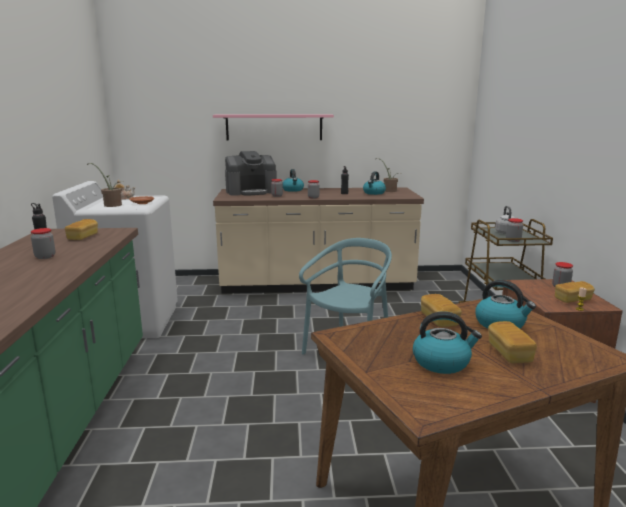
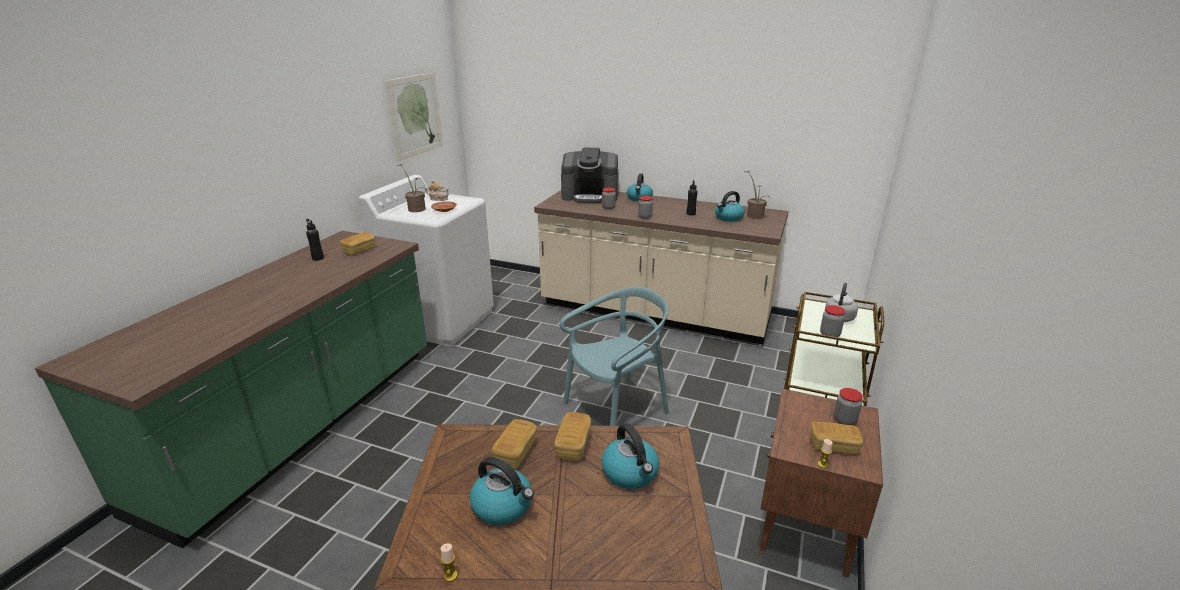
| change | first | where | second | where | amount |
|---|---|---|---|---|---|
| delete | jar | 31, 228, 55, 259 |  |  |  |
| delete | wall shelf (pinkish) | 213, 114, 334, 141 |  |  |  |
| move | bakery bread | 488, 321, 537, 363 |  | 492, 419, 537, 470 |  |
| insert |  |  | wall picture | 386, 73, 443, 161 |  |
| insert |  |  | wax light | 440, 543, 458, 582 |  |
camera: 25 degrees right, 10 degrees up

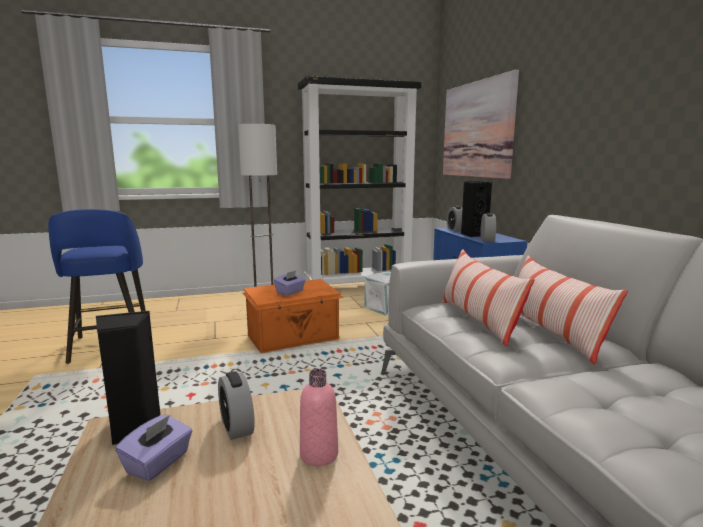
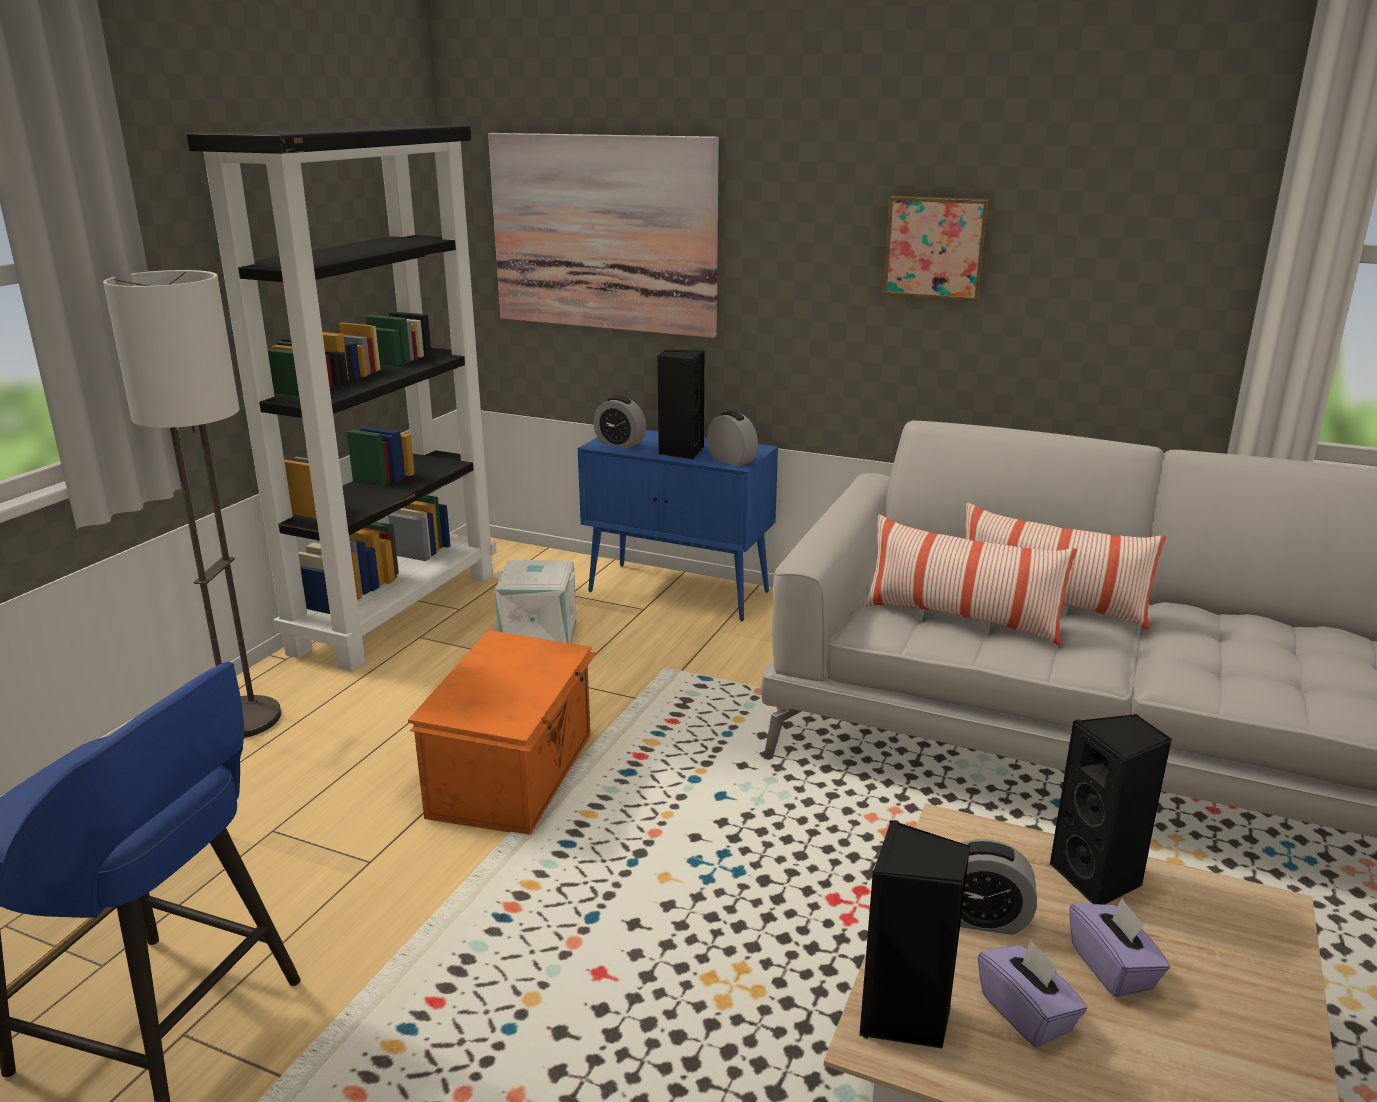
| change | first | where | second | where | amount |
|---|---|---|---|---|---|
| move | tissue holder (purple-coloured) | 274, 271, 306, 296 |  | 1069, 898, 1170, 997 |  |
| replace | drink bottle (pinkish) | 300, 369, 338, 466 | audio speaker (blackish) | 1049, 714, 1172, 904 |  |
| insert |  |  | wall picture | 883, 196, 990, 302 |  |
camera: 50 degrees left, 10 degrees up

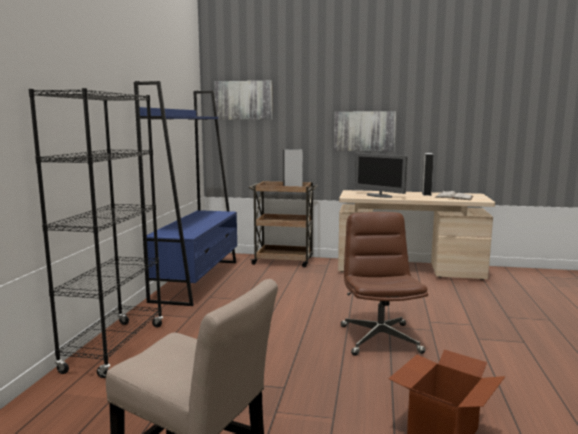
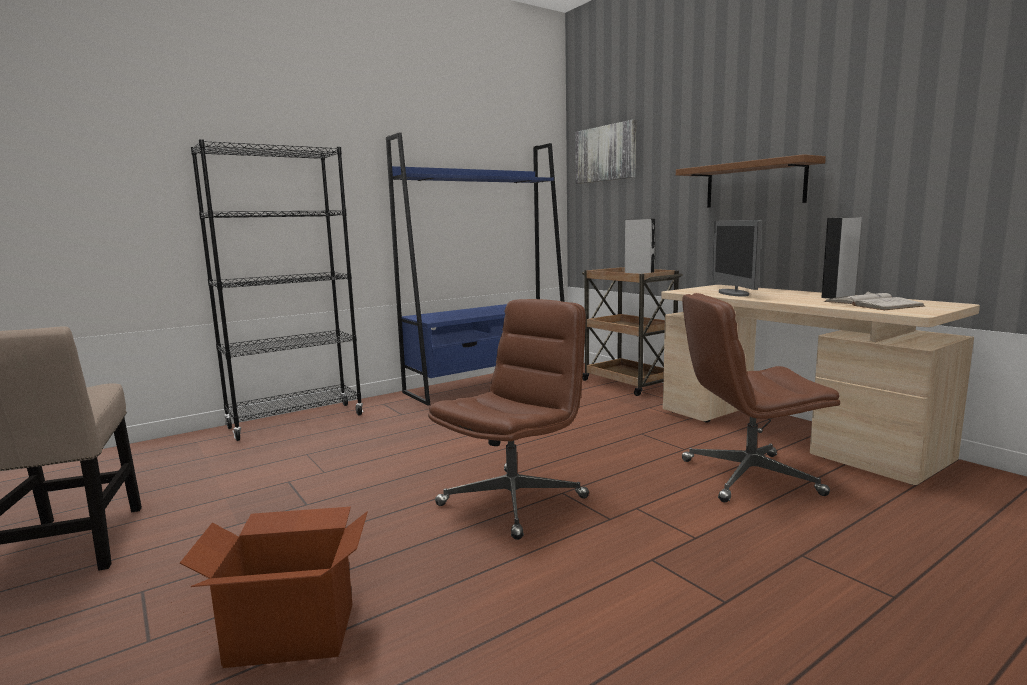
| change | first | where | second | where | amount |
|---|---|---|---|---|---|
| replace | wall picture | 334, 111, 396, 151 | wall shelf (brownish) | 676, 154, 826, 207 |  |
| insert |  |  | computer chair (brownish) | 682, 293, 840, 502 |  |
camera: 45 degrees right, 0 degrees up

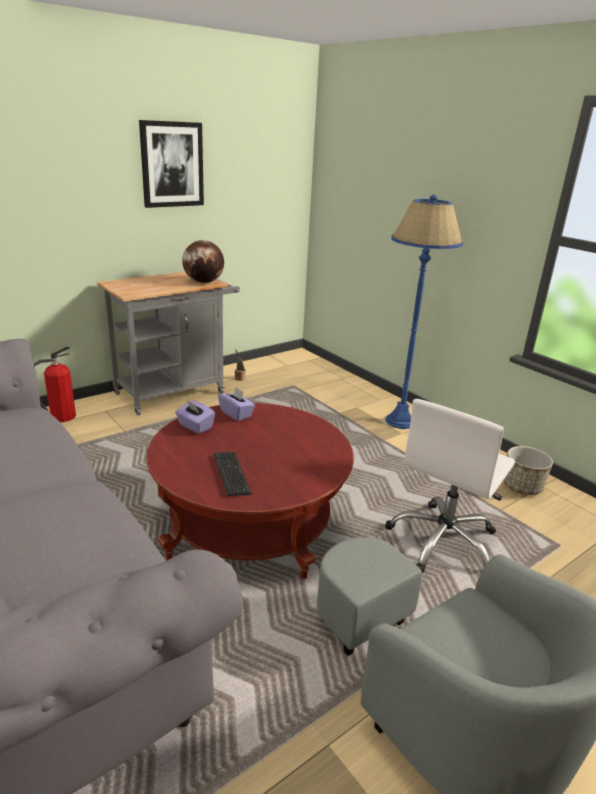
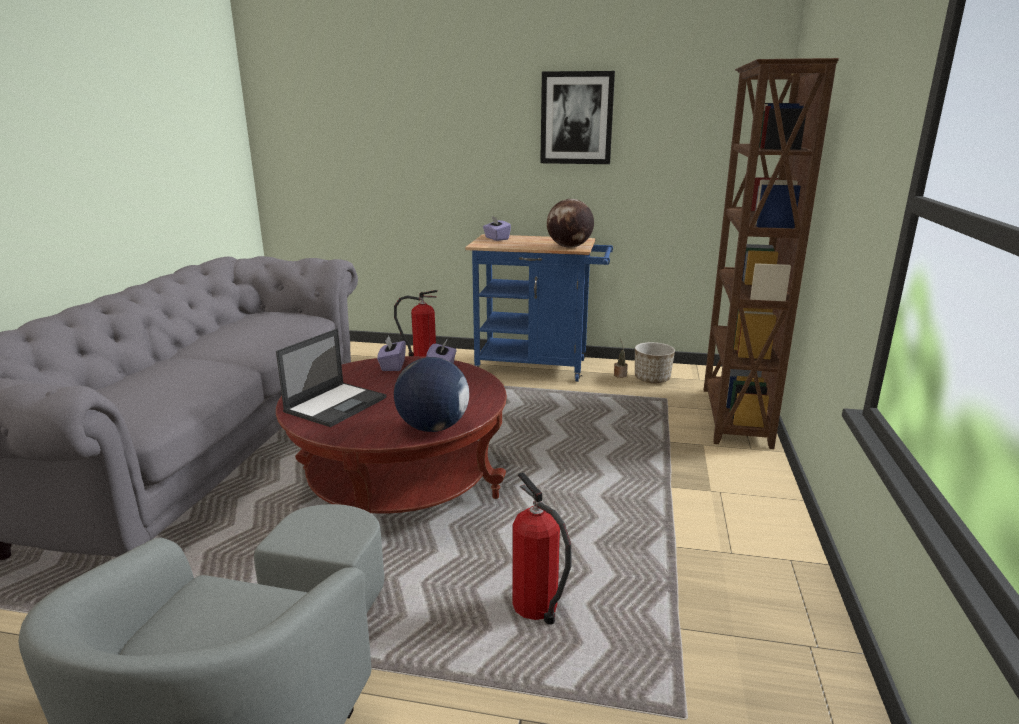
| change | first | where | second | where | amount |
|---|---|---|---|---|---|
| recolor | trolley (gray) | 97, 272, 240, 415 | trolley (blue-coloured) | 465, 234, 613, 382 |  |
| replace | PC keyboard | 214, 452, 251, 496 | laptop | 276, 328, 386, 427 |  |
| delete | floor lamp (blue-coloured) | 385, 195, 463, 429 |  |  |  |
| replace | computer chair (white-coloured) | 385, 399, 515, 574 | extinguisher | 512, 472, 571, 624 |  |
| move | flower pot | 503, 446, 553, 495 |  | 635, 342, 675, 384 |  |
| insert |  |  | desk globe | 394, 357, 469, 432 |  |
| insert |  |  | tissue holder (purple-coloured) | 483, 216, 511, 241 |  |
| insert |  |  | bookshelf (brownish) | 704, 58, 839, 449 |  |
camera: 50 degrees right, 5 degrees down

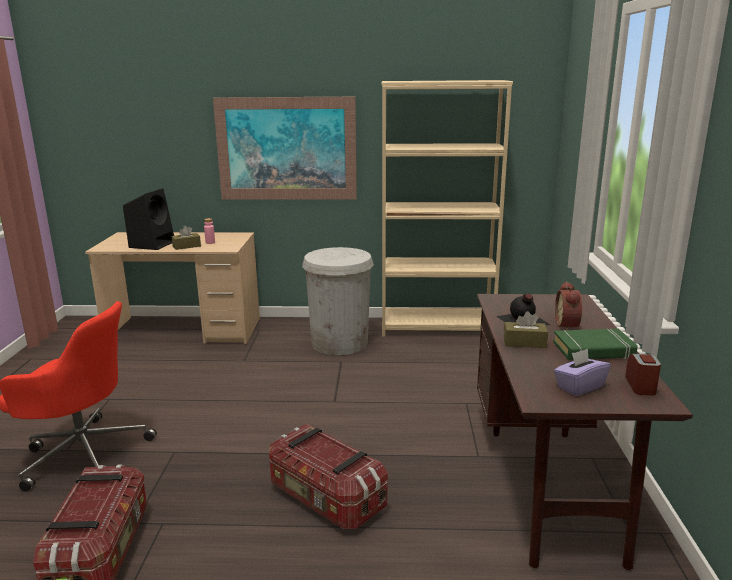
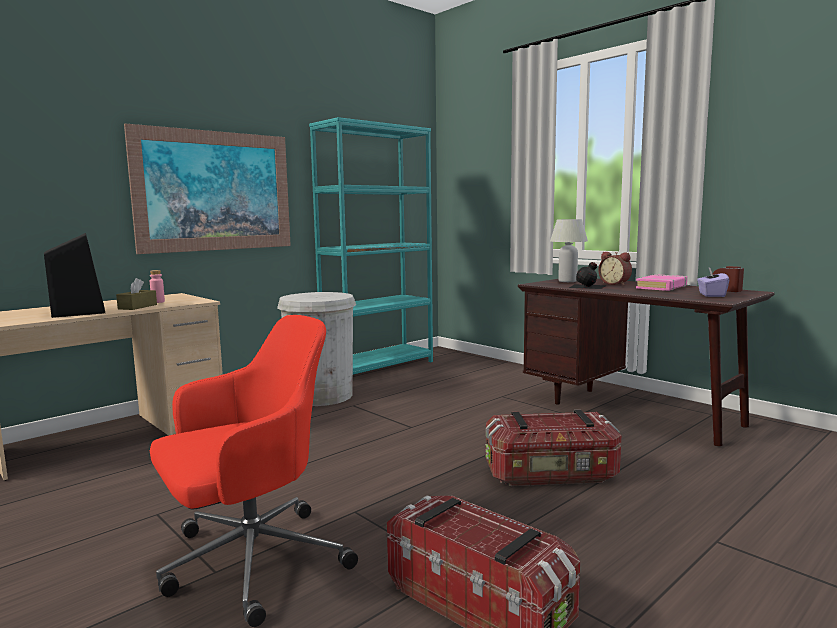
| change | first | where | second | where | amount |
|---|---|---|---|---|---|
| recolor | bookshelf (beige-coloured) | 382, 80, 513, 337 | bookshelf (turquoise) | 309, 117, 433, 375 |  |
| delete | tissue holder (brownish) | 504, 311, 548, 348 |  |  |  |
| recolor | book (green-coloured) | 553, 329, 638, 360 | book (pinkish) | 636, 274, 687, 291 |  |
| insert |  |  | lamp for a table (white-coloured) | 550, 219, 588, 282 |  |
camera: 45 degrees left, 10 degrees down

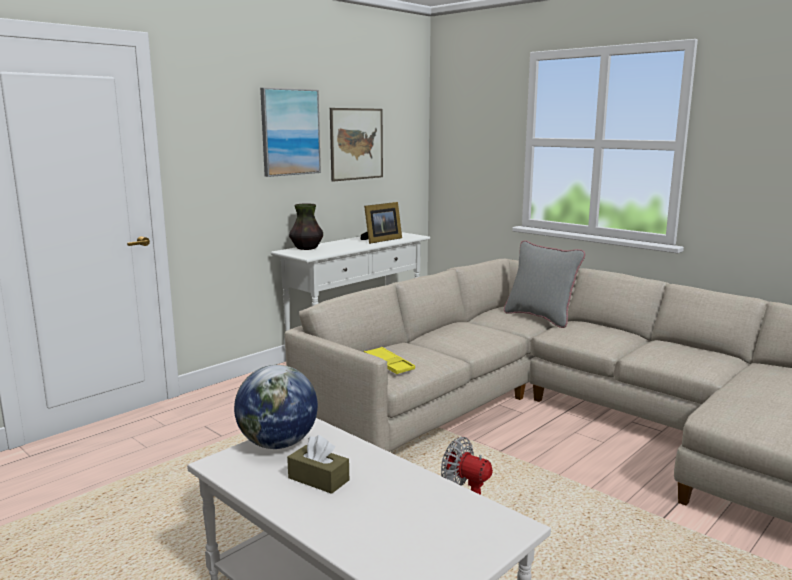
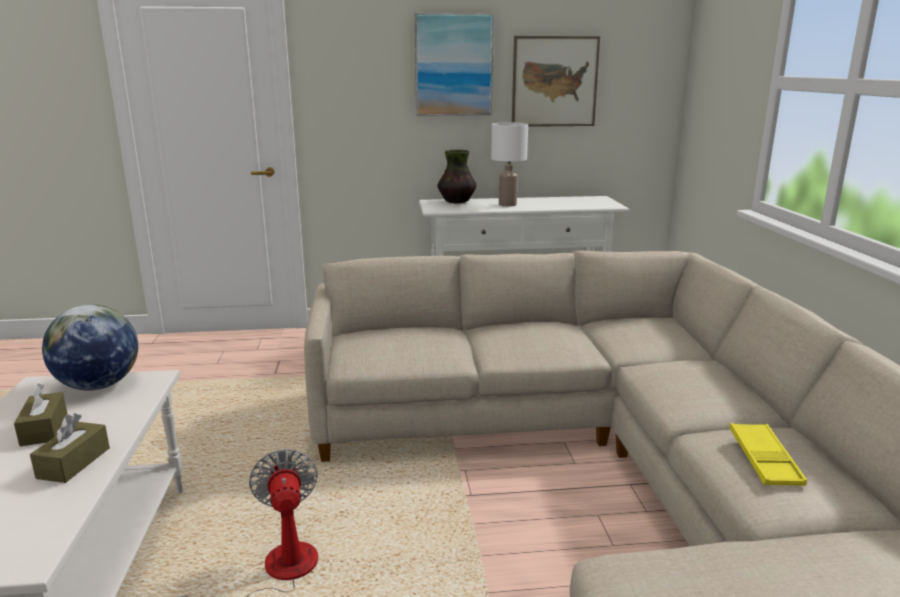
| change | first | where | second | where | amount |
|---|---|---|---|---|---|
| delete | picture frame | 360, 202, 402, 244 |  |  |  |
| move | carrying tray (yellow) | 364, 347, 415, 374 |  | 730, 423, 807, 486 |  |
| delete | pillow (gray) | 504, 240, 585, 328 |  |  |  |
| insert |  |  | tissue holder (brownish) | 30, 413, 110, 483 |  |
| insert |  |  | lamp for a table (white-coloured) | 491, 122, 528, 207 |  |
camera: 40 degrees right, 5 degrees up

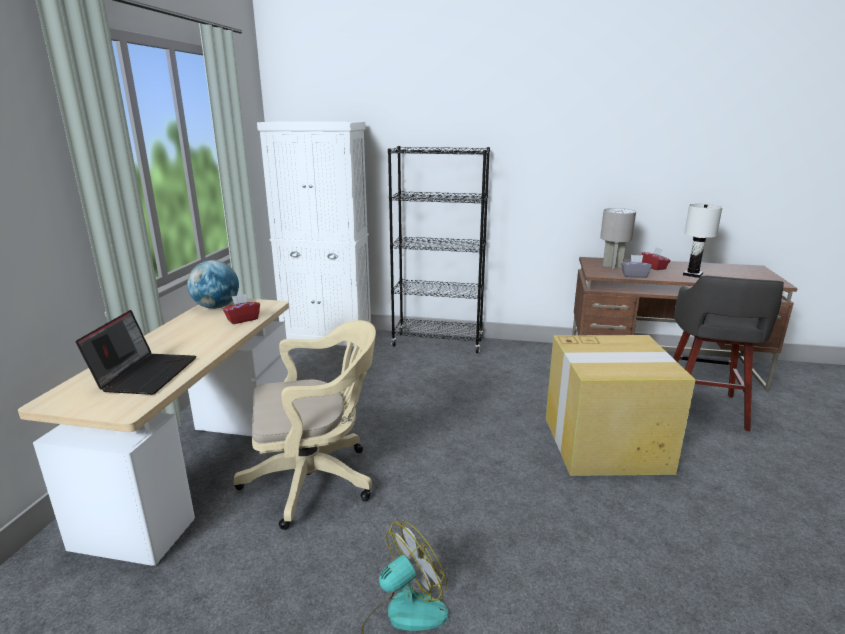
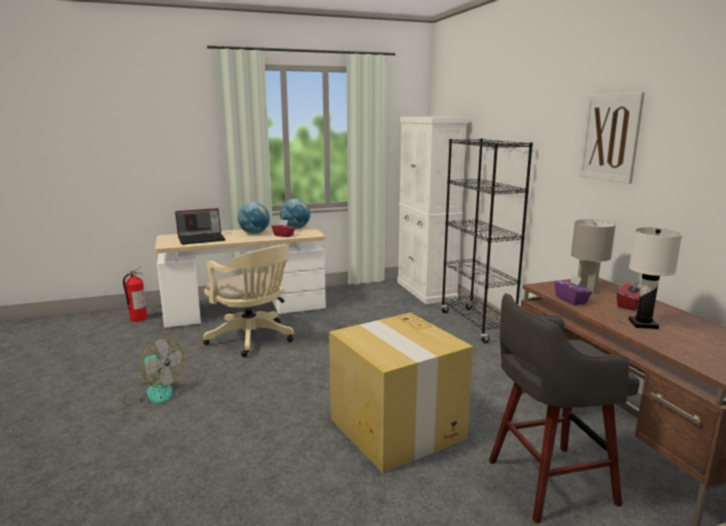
| change | first | where | second | where | amount |
|---|---|---|---|---|---|
| recolor | tissue holder (gray) | 621, 255, 652, 278 | tissue holder (purple-coloured) | 555, 275, 592, 305 |  |
| insert |  |  | extinguisher | 123, 266, 147, 322 |  |
| insert |  |  | desk globe | 238, 202, 270, 234 |  |
| insert |  |  | wall picture | 579, 92, 645, 184 |  |
camera: 60 degrees right, 5 degrees down

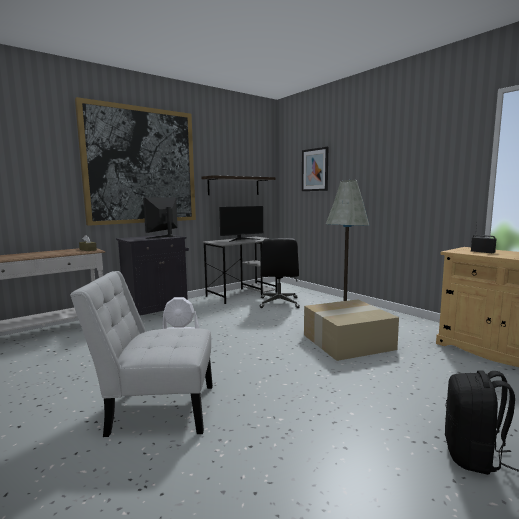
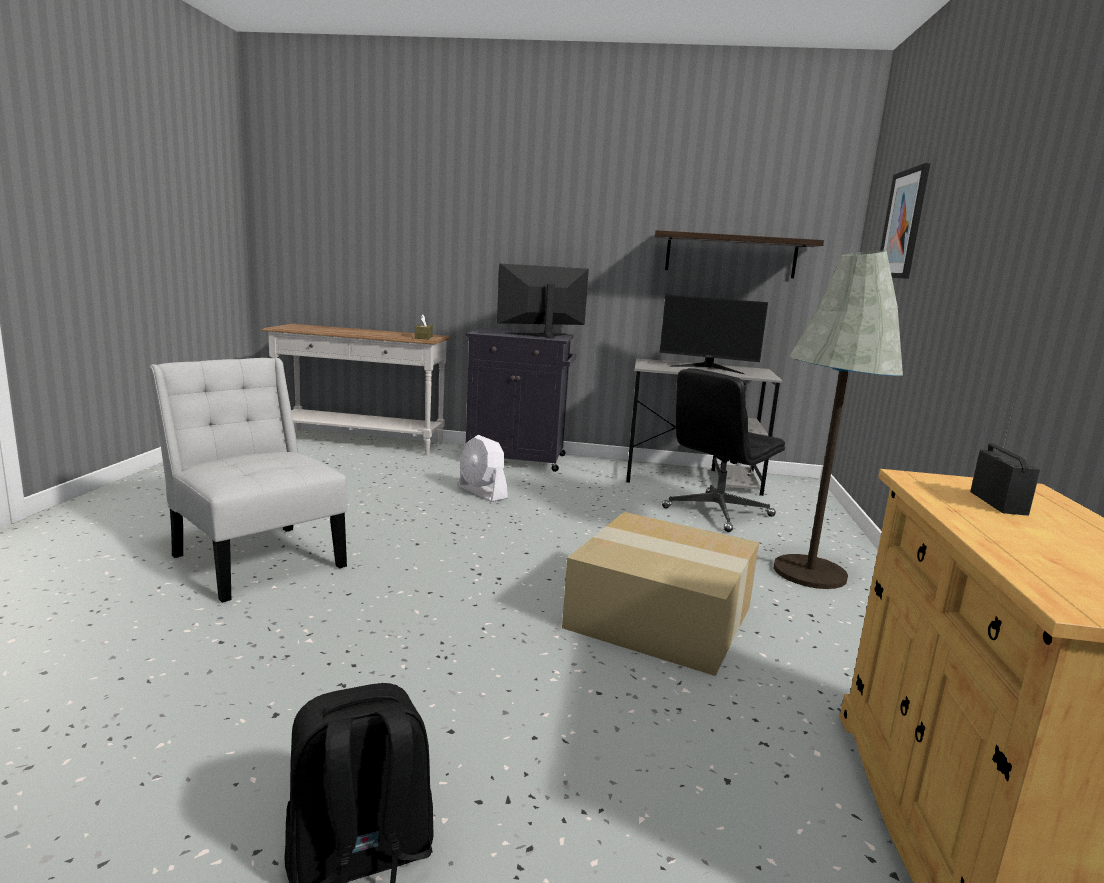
| change | first | where | second | where | amount |
|---|---|---|---|---|---|
| delete | wall picture | 75, 97, 196, 226 |  |  |  |
camera: 45 degrees right, 5 degrees up

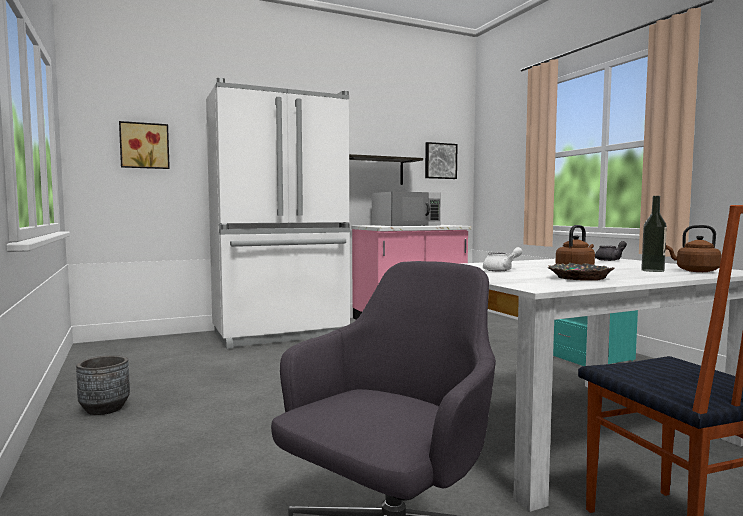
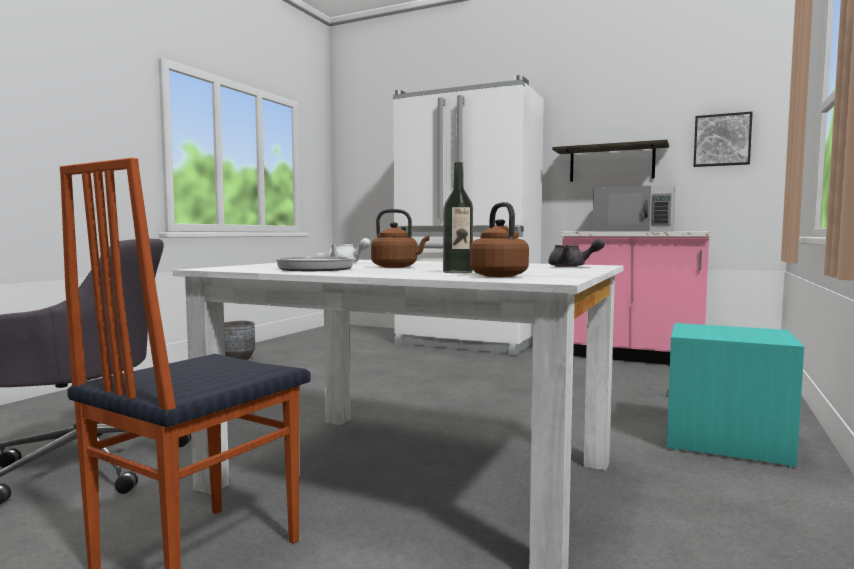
| change | first | where | second | where | amount |
|---|---|---|---|---|---|
| delete | wall picture | 119, 121, 170, 169 |  |  |  |
| replace | bowl | 548, 262, 614, 281 | skillet | 276, 253, 354, 271 |  |
camera: 50 degrees right, 0 degrees up

